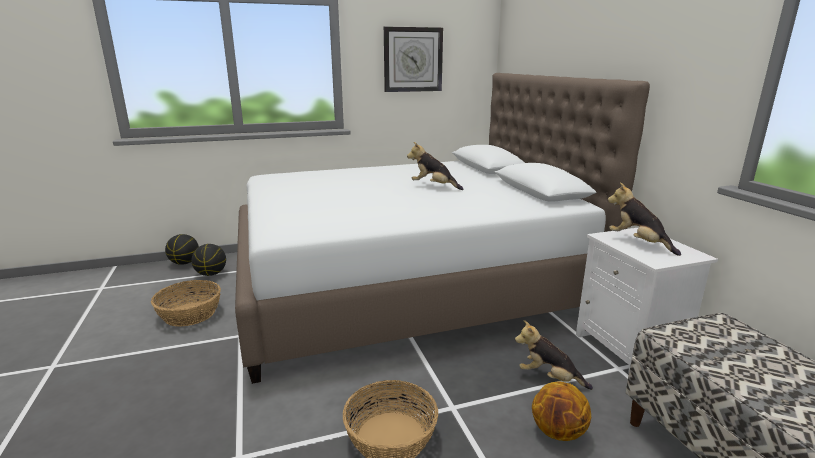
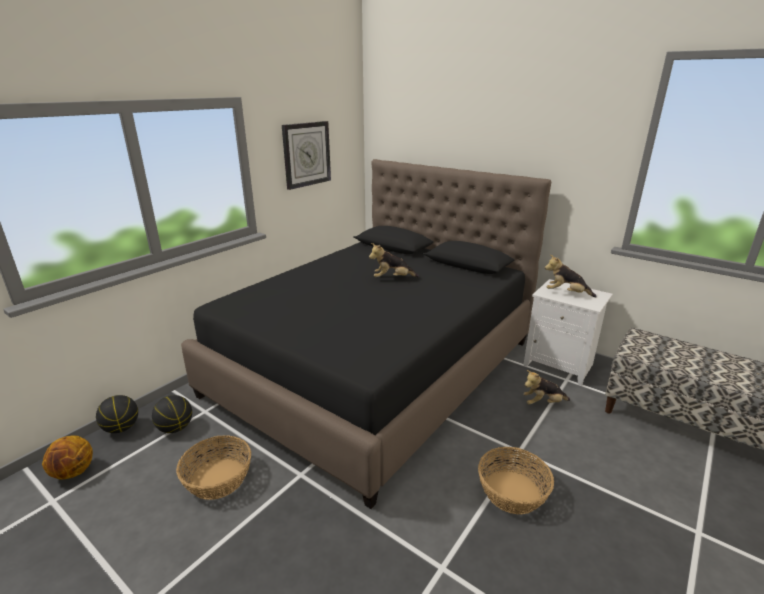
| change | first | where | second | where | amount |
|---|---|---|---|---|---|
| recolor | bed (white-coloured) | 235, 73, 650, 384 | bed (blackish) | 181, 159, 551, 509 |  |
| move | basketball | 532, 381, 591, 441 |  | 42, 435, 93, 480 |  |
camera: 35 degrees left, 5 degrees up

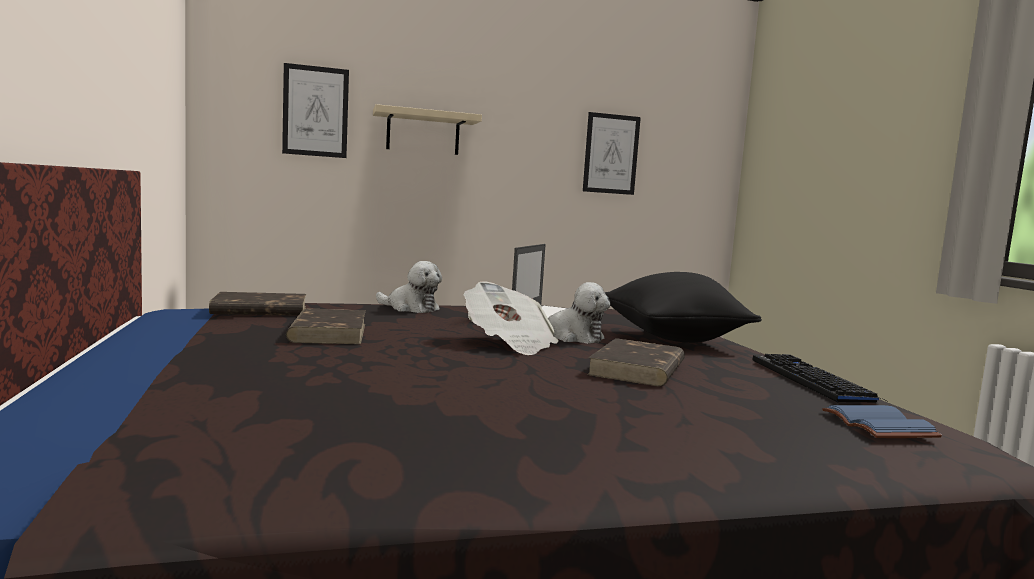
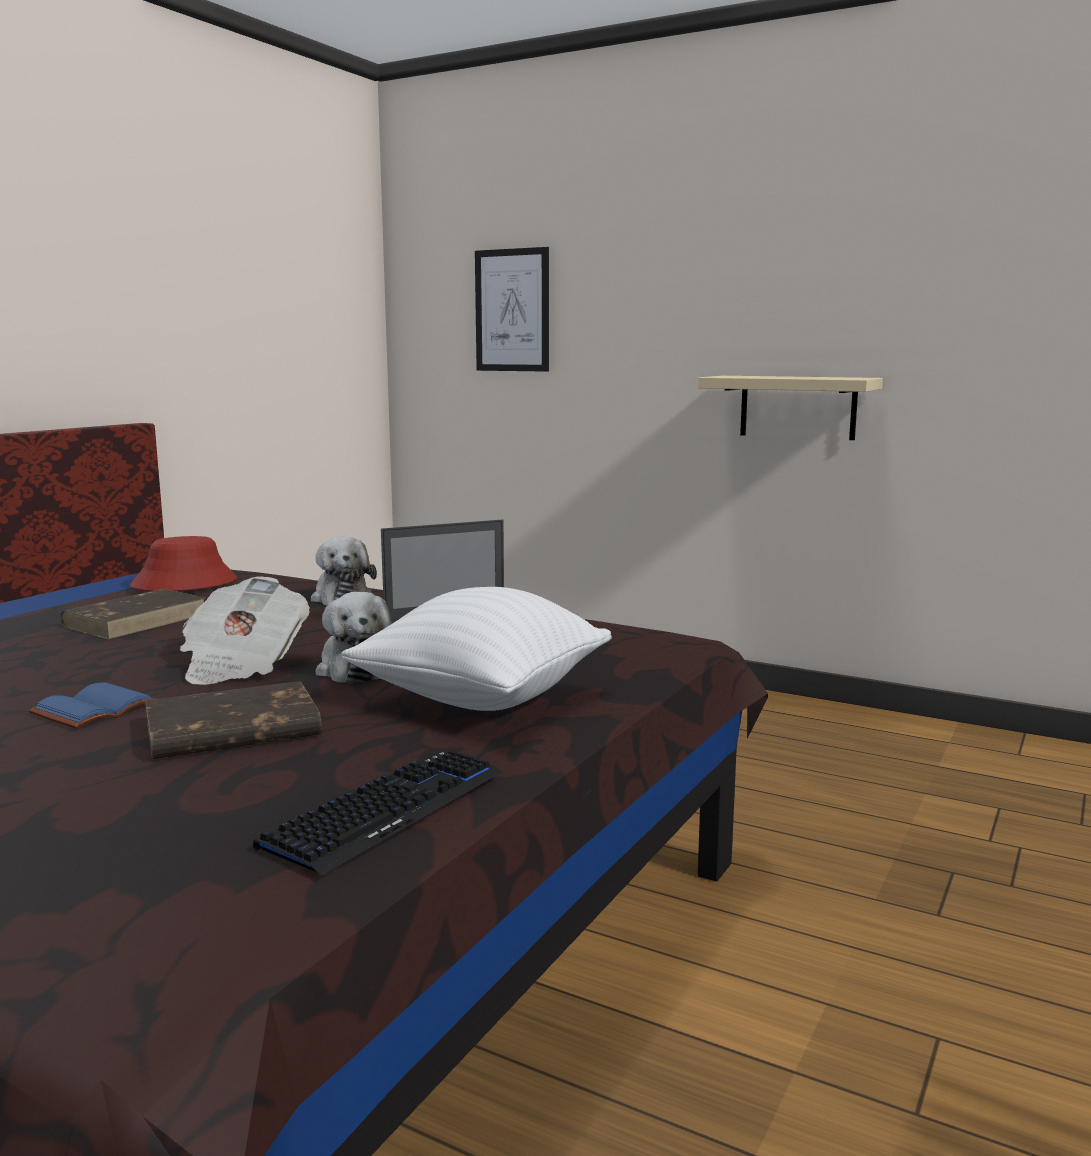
| change | first | where | second | where | amount |
|---|---|---|---|---|---|
| replace | book (brownish) | 209, 292, 306, 316 | wearable hat (reddish) | 130, 536, 237, 591 |  |
| move | wall shelf (beige-coloured) | 373, 104, 482, 155 |  | 698, 376, 883, 440 |  |
| delete | wall picture | 583, 112, 641, 195 |  |  |  |
| recolor | pillow (blackish) | 605, 272, 762, 343 | pillow (white-coloured) | 341, 587, 612, 711 |  |
| move | book (blue-coloured) | 822, 405, 942, 438 |  | 29, 682, 155, 729 |  |
camera: 45 degrees right, 5 degrees up

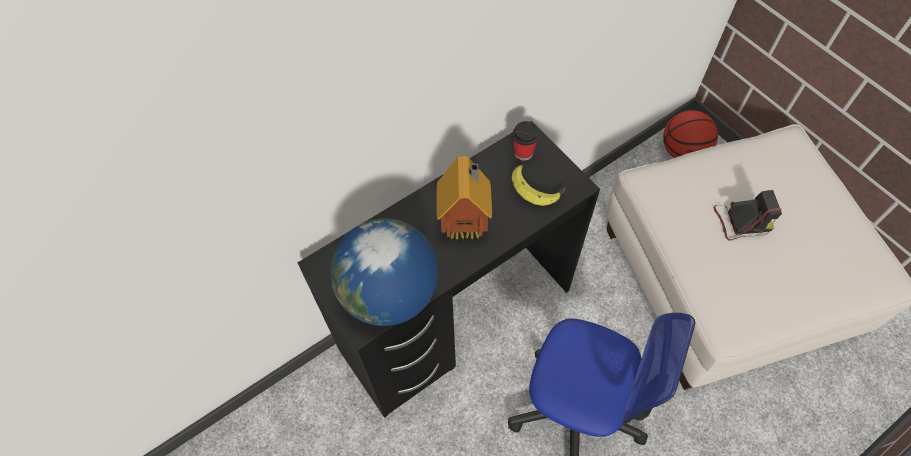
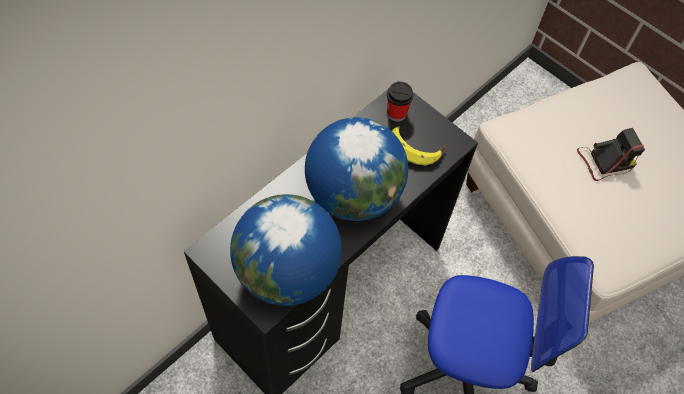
| change | first | where | second | where | amount |
|---|---|---|---|---|---|
| replace | toy house | 436, 156, 492, 240 | desk globe | 305, 117, 408, 221 |  |
| delete | basketball | 663, 110, 718, 158 |  |  |  |
camera: 15 degrees left, 0 degrees up

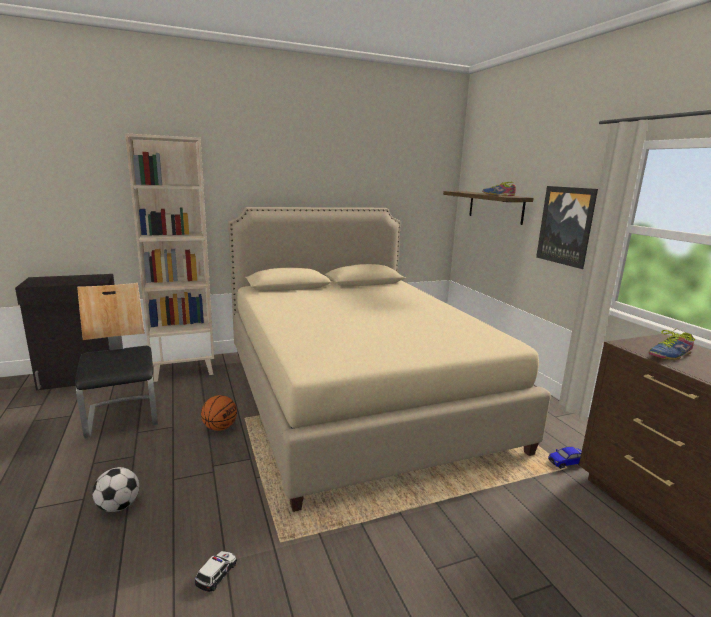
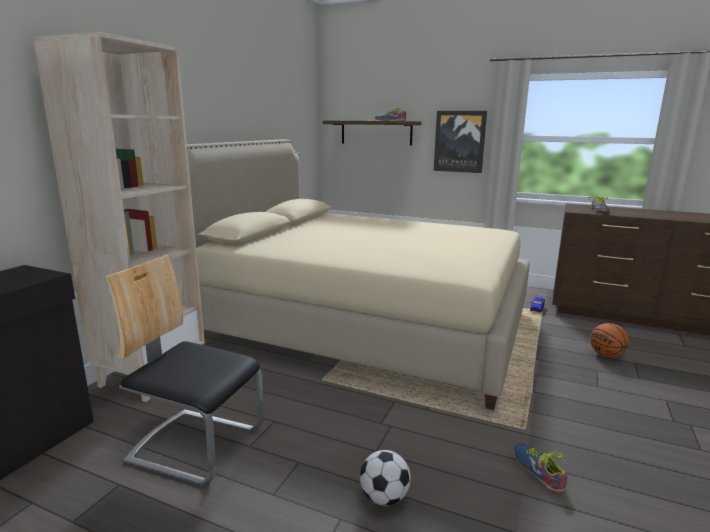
| change | first | where | second | where | amount |
|---|---|---|---|---|---|
| replace | model car | 195, 551, 237, 592 | low shoe | 514, 443, 569, 493 |  |
| move | basketball | 201, 395, 237, 431 |  | 590, 323, 629, 357 |  |
camera: 45 degrees left, 0 degrees up

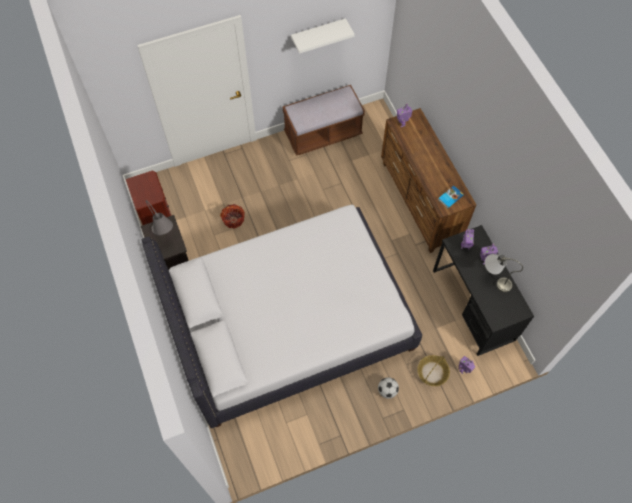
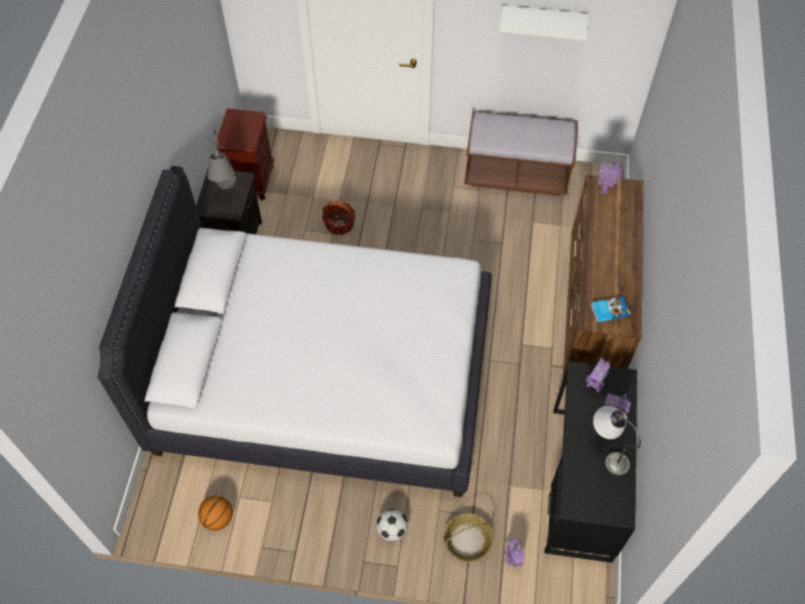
| change | first | where | second | where | amount |
|---|---|---|---|---|---|
| insert |  |  | basketball | 198, 496, 233, 531 |  |
camera: 30 degrees right, 5 degrees down

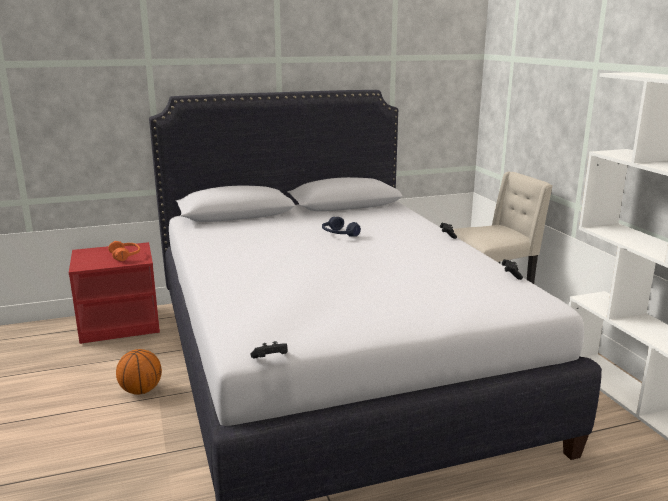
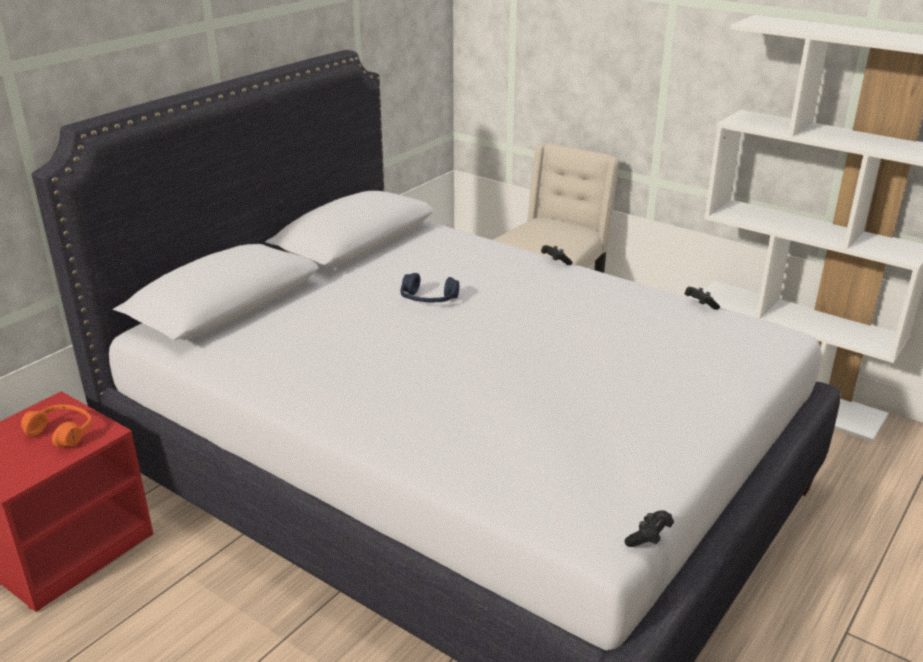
| change | first | where | second | where | amount |
|---|---|---|---|---|---|
| delete | basketball | 116, 349, 162, 395 |  |  |  |
camera: 35 degrees left, 10 degrees up

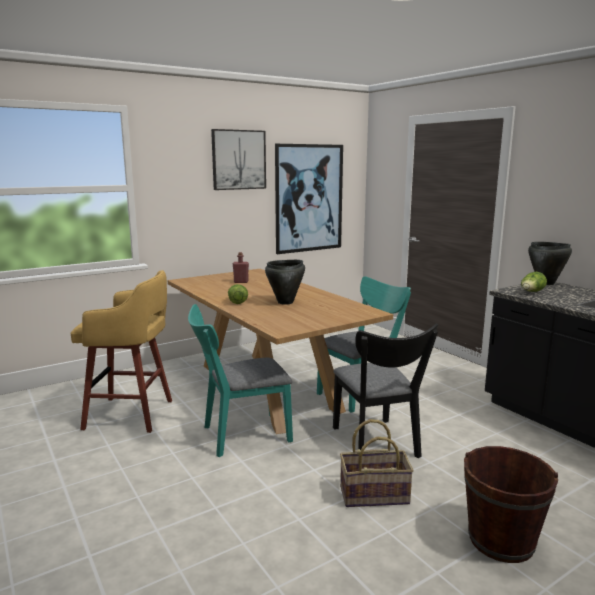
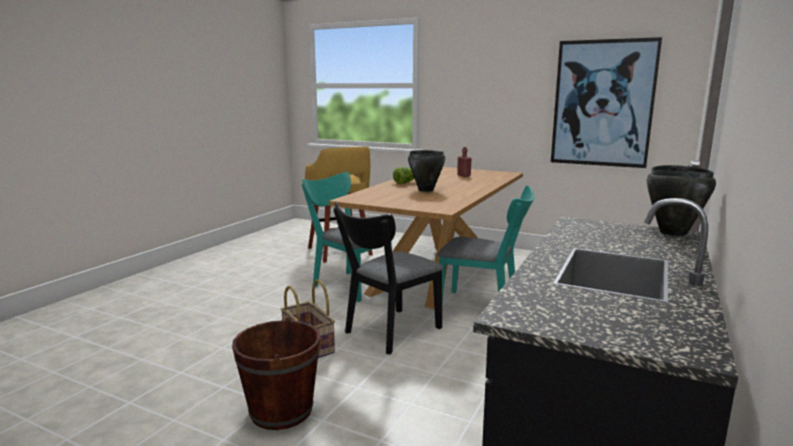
| change | first | where | second | where | amount |
|---|---|---|---|---|---|
| delete | wall picture | 211, 129, 266, 190 |  |  |  |
| delete | lettuce | 521, 272, 547, 292 |  |  |  |
camera: 60 degrees right, 0 degrees up

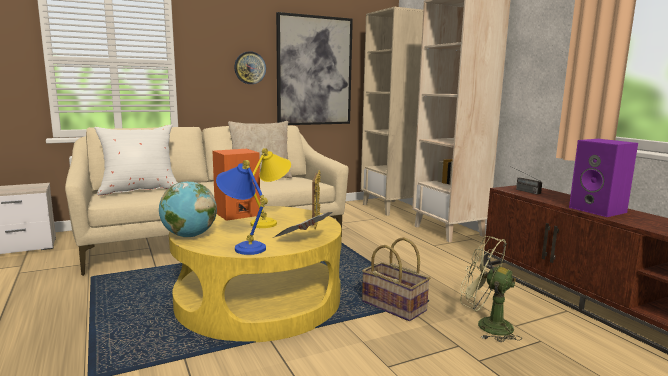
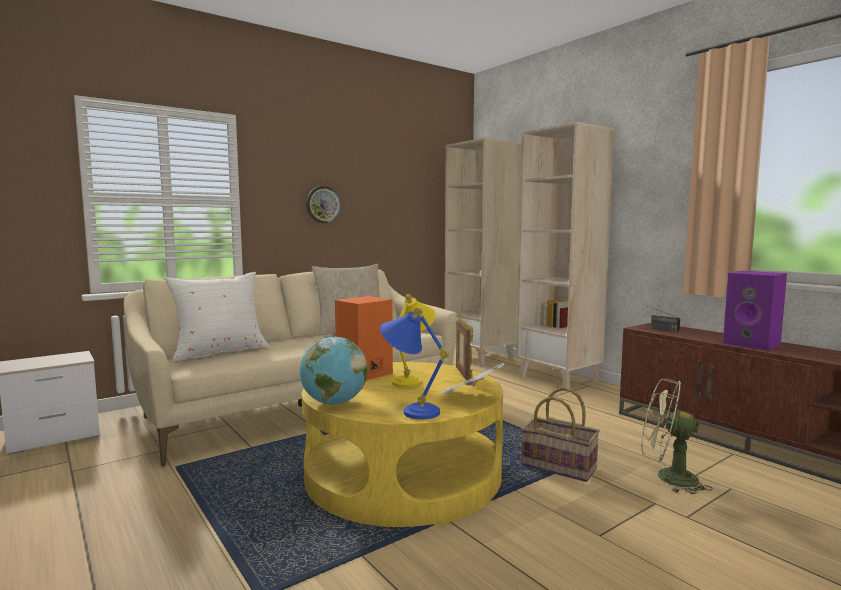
| change | first | where | second | where | amount |
|---|---|---|---|---|---|
| delete | wall picture | 276, 12, 353, 125 |  |  |  |
camera: 10 degrees left, 5 degrees down

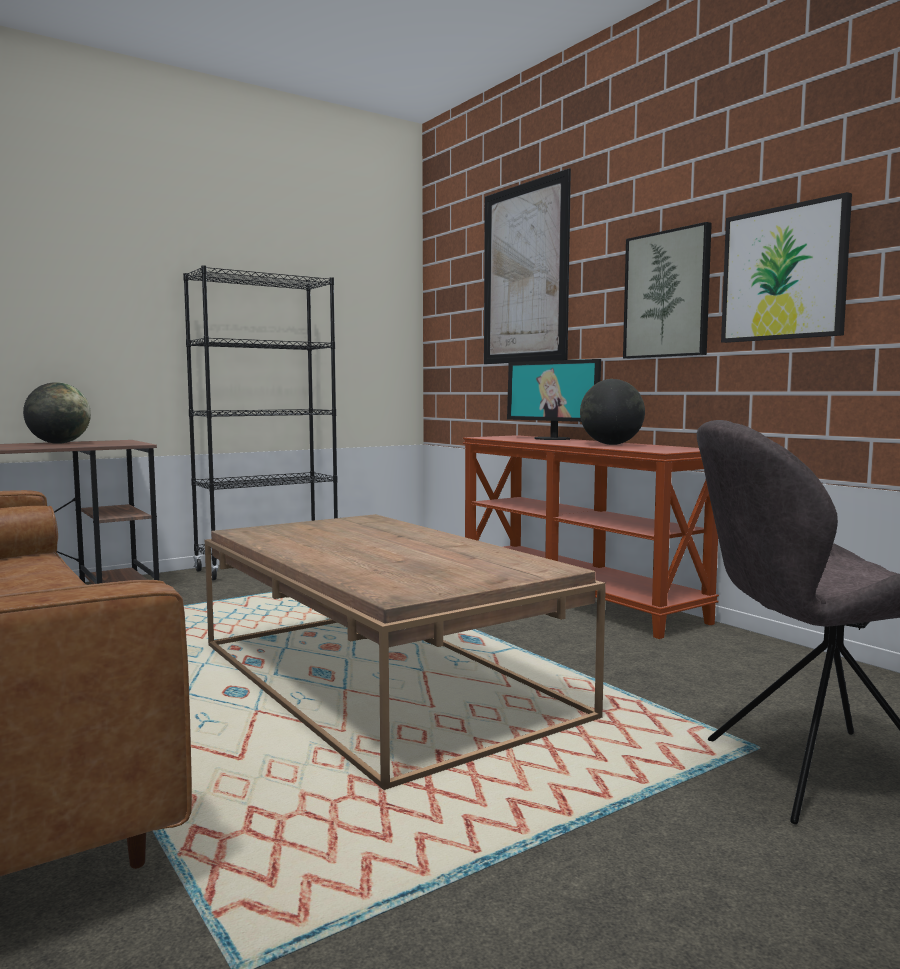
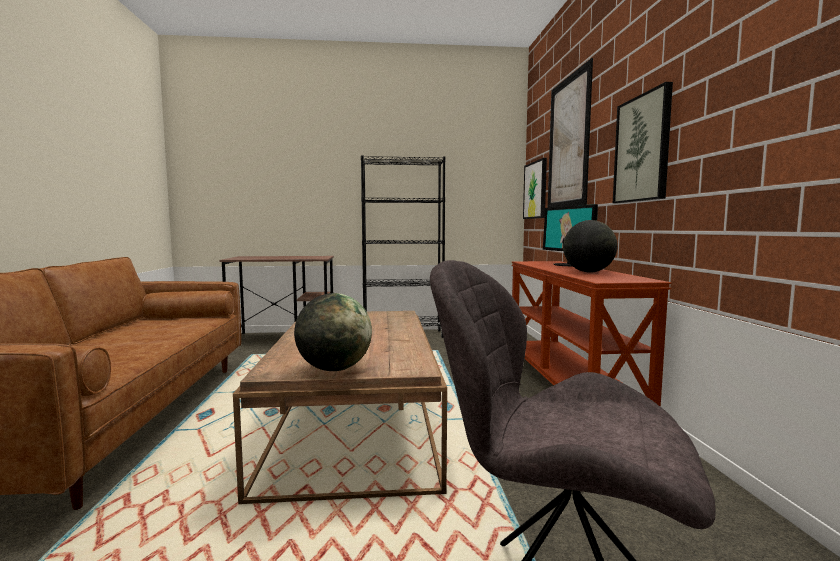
| change | first | where | second | where | amount |
|---|---|---|---|---|---|
| move | desk globe | 23, 382, 91, 444 |  | 294, 293, 372, 371 |  |
| move | wall picture | 721, 192, 852, 343 |  | 523, 158, 547, 219 |  |
camera: 30 degrees right, 0 degrees up

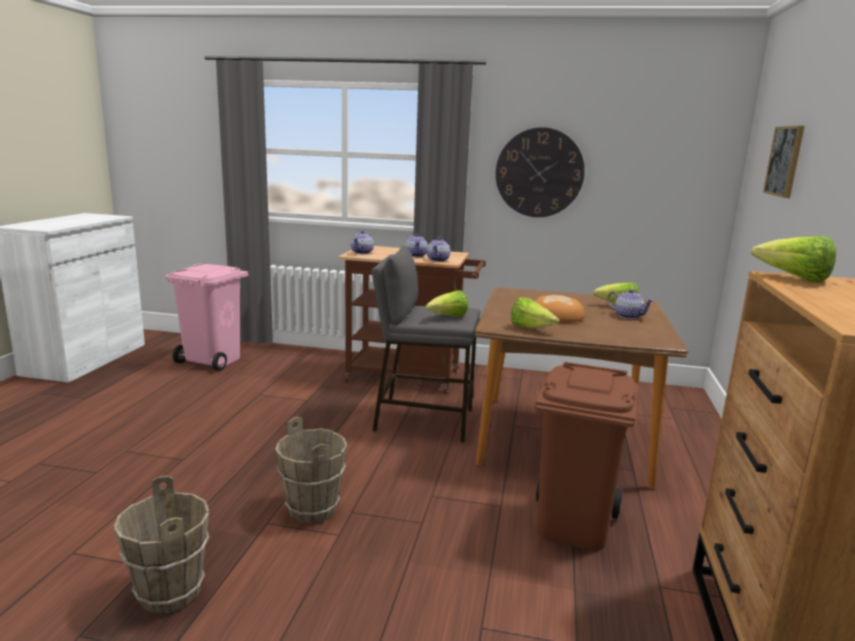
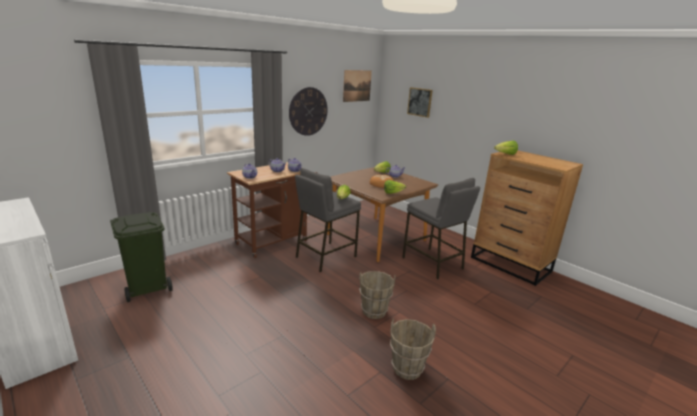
| change | first | where | second | where | amount |
|---|---|---|---|---|---|
| recolor | waste bin (pinkish) | 165, 263, 249, 371 | waste bin (green-coloured) | 110, 212, 173, 302 |  |
| replace | waste bin (brownish) | 535, 362, 638, 551 | stool (gray) | 402, 178, 480, 279 |  |
| insert |  |  | wall picture | 343, 70, 372, 102 |  |
camera: 55 degrees left, 5 degrees up

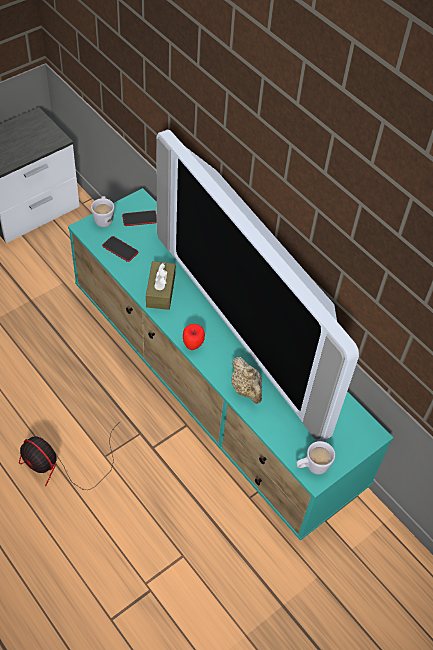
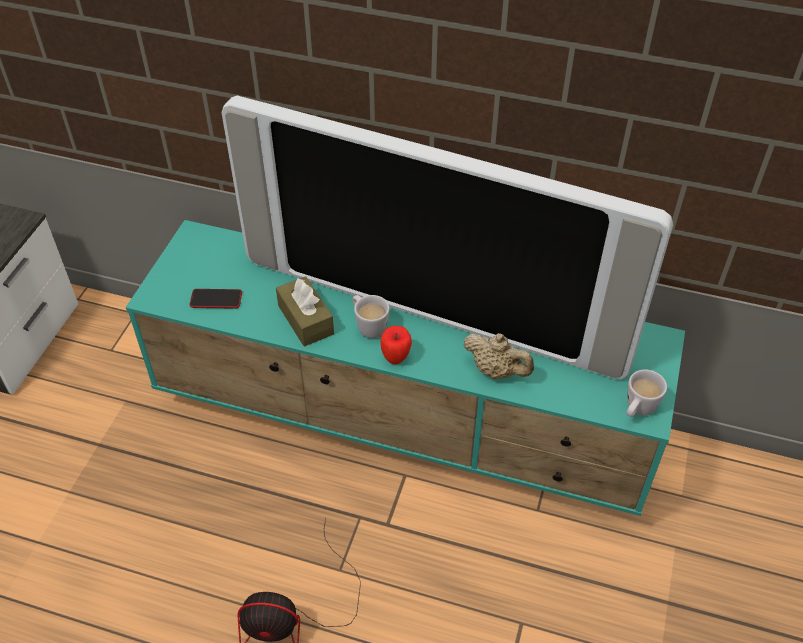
| change | first | where | second | where | amount |
|---|---|---|---|---|---|
| move | tea mug (white-coloured) | 91, 196, 115, 227 |  | 352, 295, 390, 338 |  |
| delete | telephone | 122, 210, 157, 226 |  |  |  |
camera: 30 degrees left, 5 degrees down

